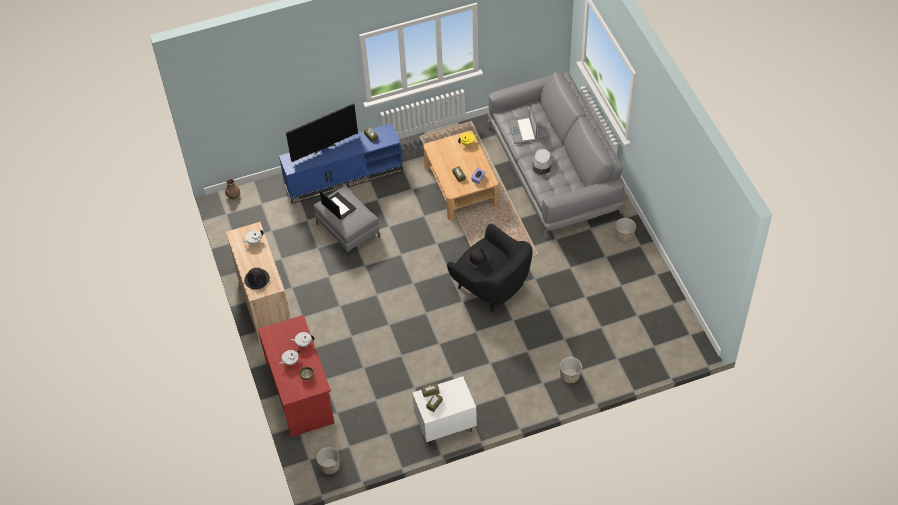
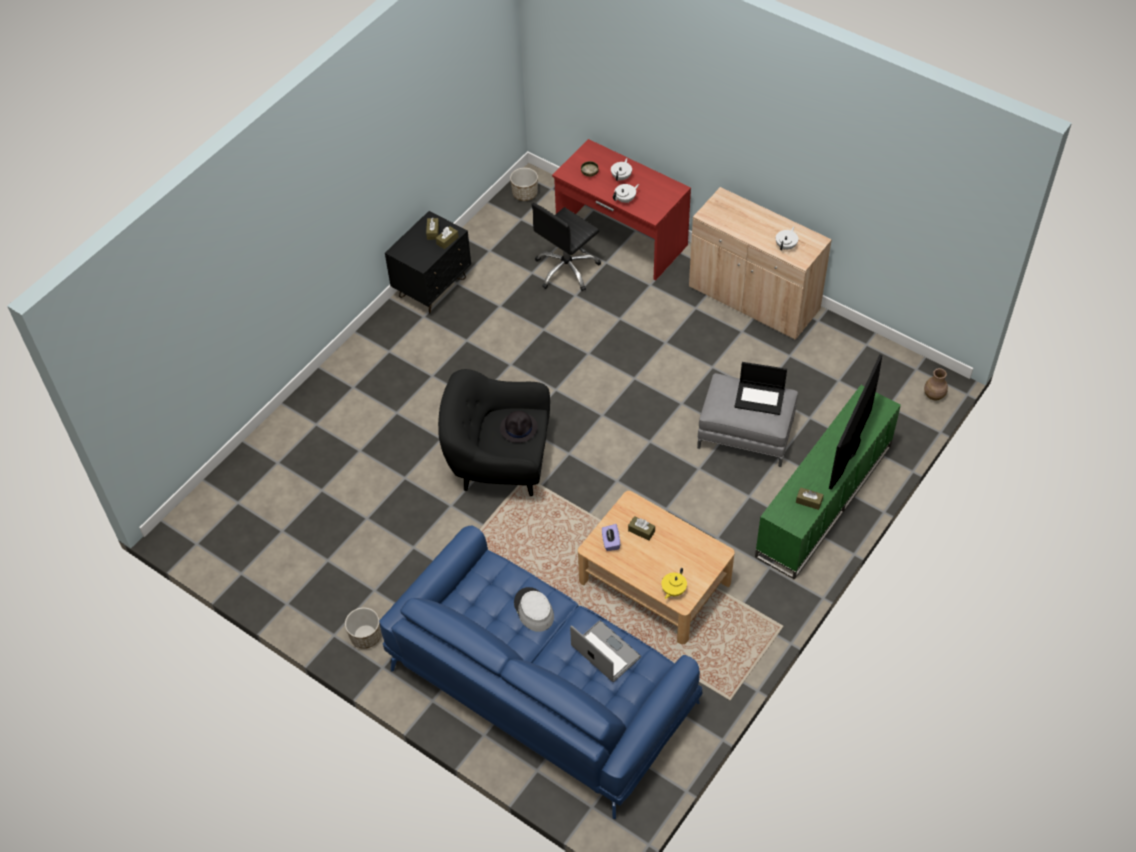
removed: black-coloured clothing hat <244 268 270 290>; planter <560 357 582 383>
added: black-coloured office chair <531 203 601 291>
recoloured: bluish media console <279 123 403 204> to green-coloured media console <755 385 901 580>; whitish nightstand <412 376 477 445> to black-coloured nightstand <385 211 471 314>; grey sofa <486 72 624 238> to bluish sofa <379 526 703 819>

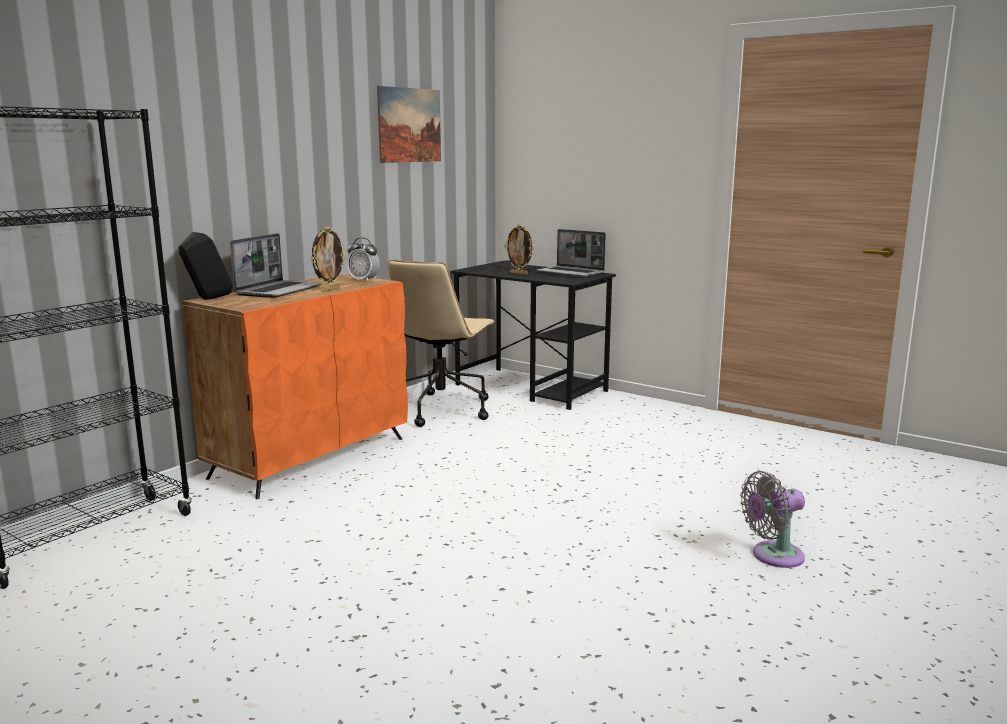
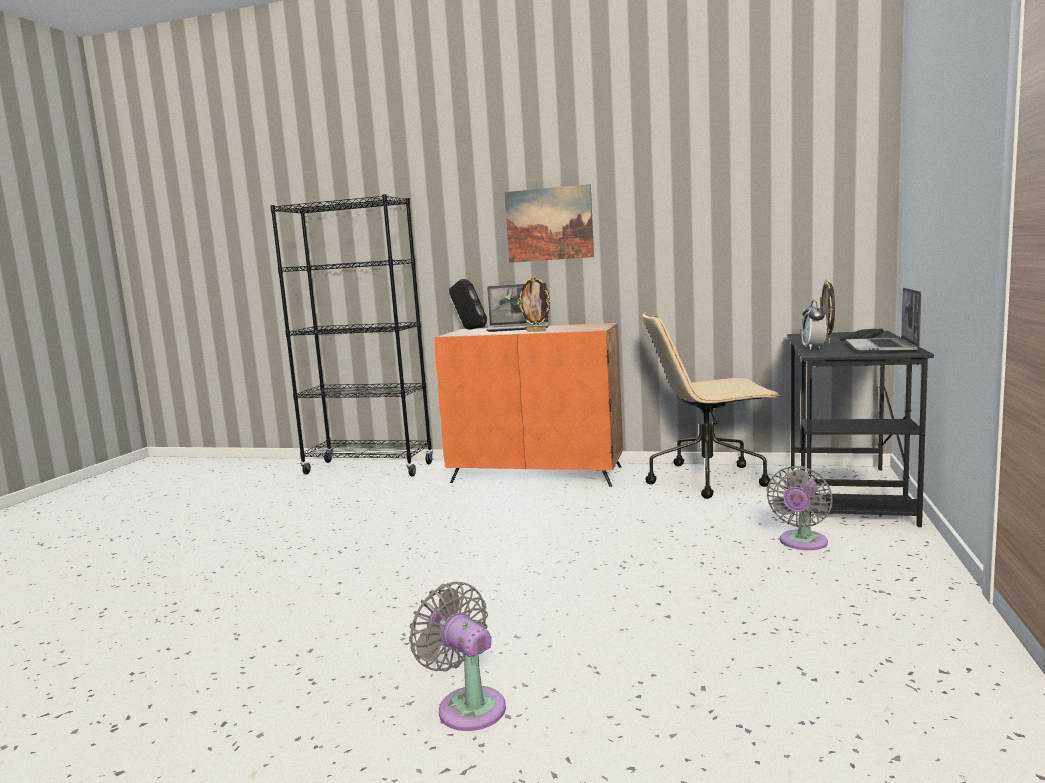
added: grey cooling fan <766 466 833 550>
moved: table clock <347 238 380 283> to <801 300 827 350>; picture <377 86 441 163> to <505 184 594 263>

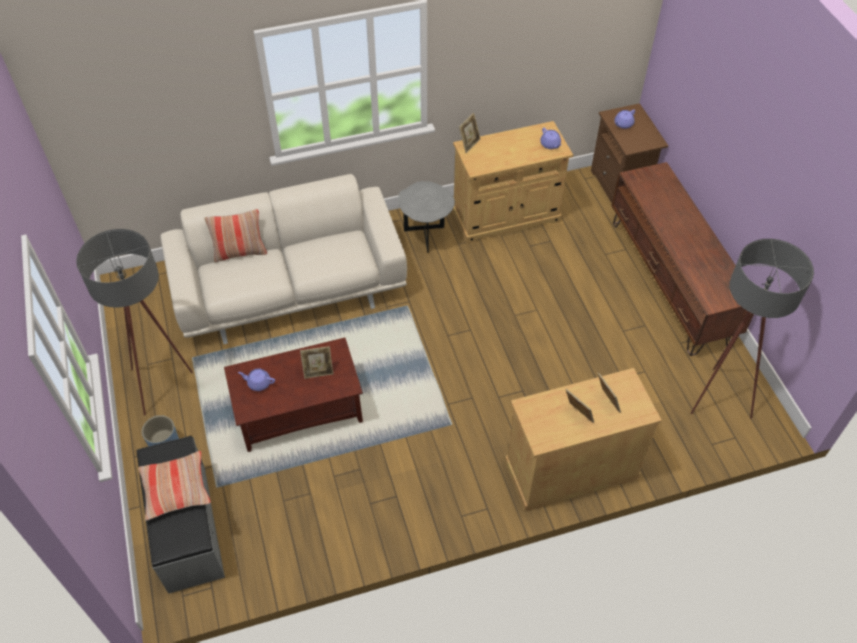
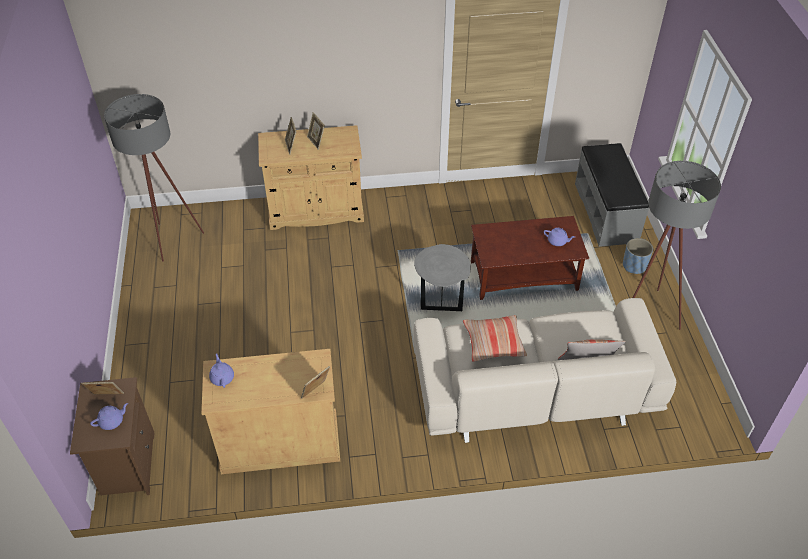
removed: brown-coloured media console <612 162 754 356>
moved: pillow <138 451 211 521> to <463 315 527 362>; picture frame <300 346 333 379> to <81 382 124 395>; grey side table <398 181 455 253> to <414 244 471 311>

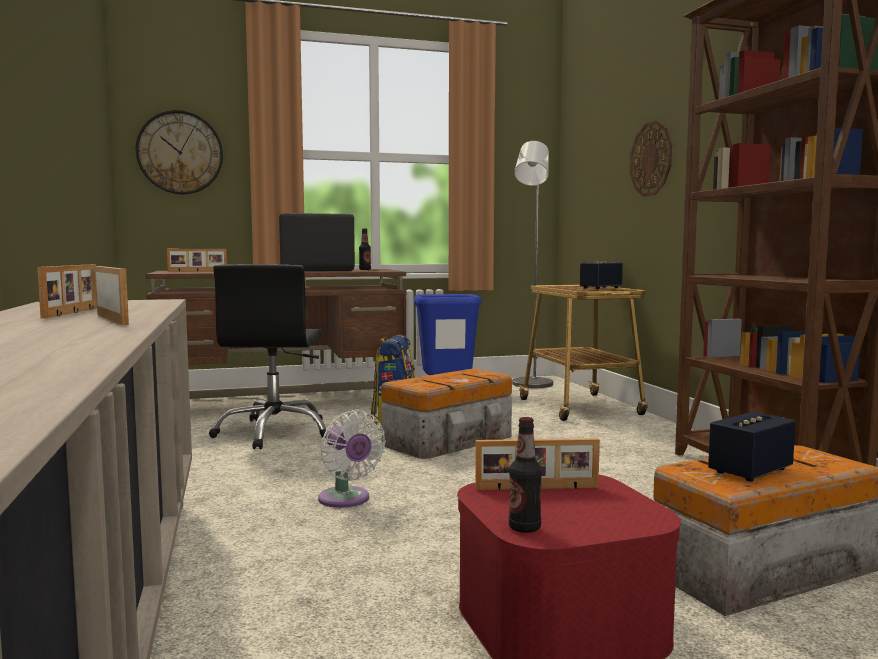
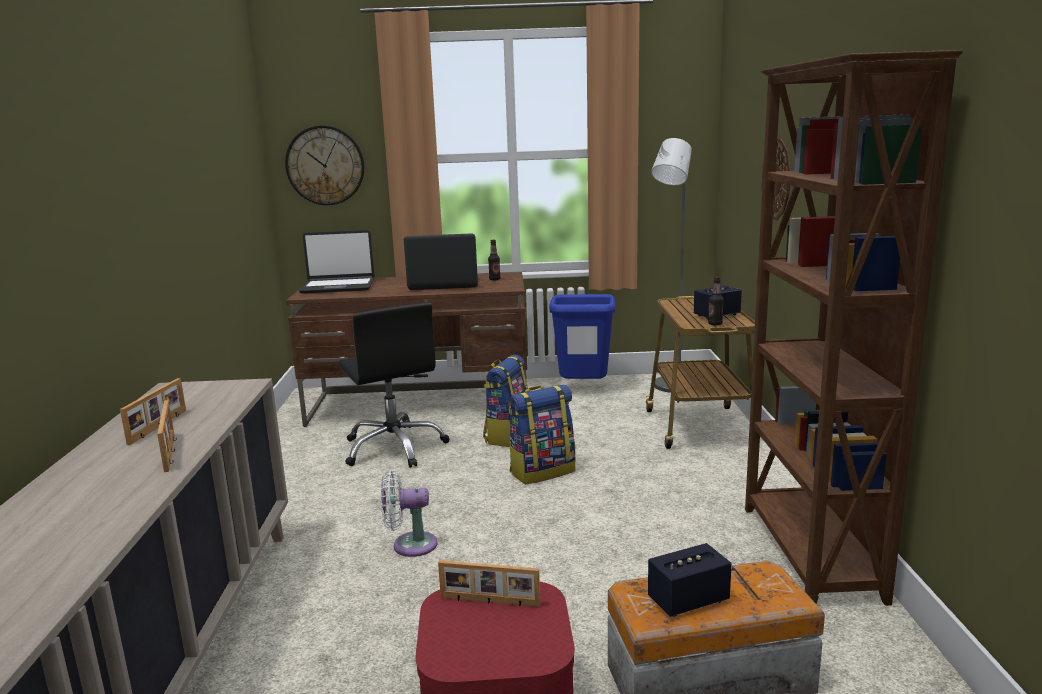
moved: beverage bottle <509 417 542 533> to <708 276 724 326>
replaced: picture frame <167 249 227 272> to portable computer <299 230 374 294>; storage bin <381 369 512 459> to rucksack <509 385 575 484>
turned: black-coloured office chair <209 264 326 449> = <338 303 450 468> 45 degrees counterclockwise; whitish cooling fan <318 410 386 508> = <381 470 437 557> 105 degrees clockwise

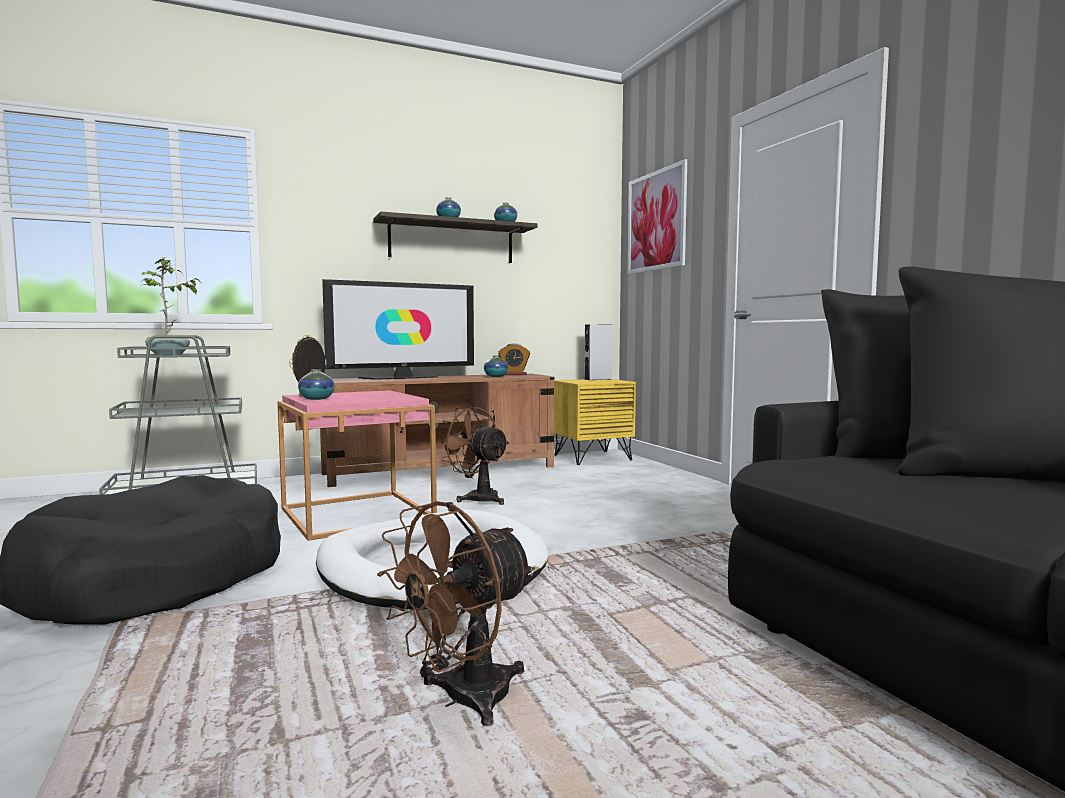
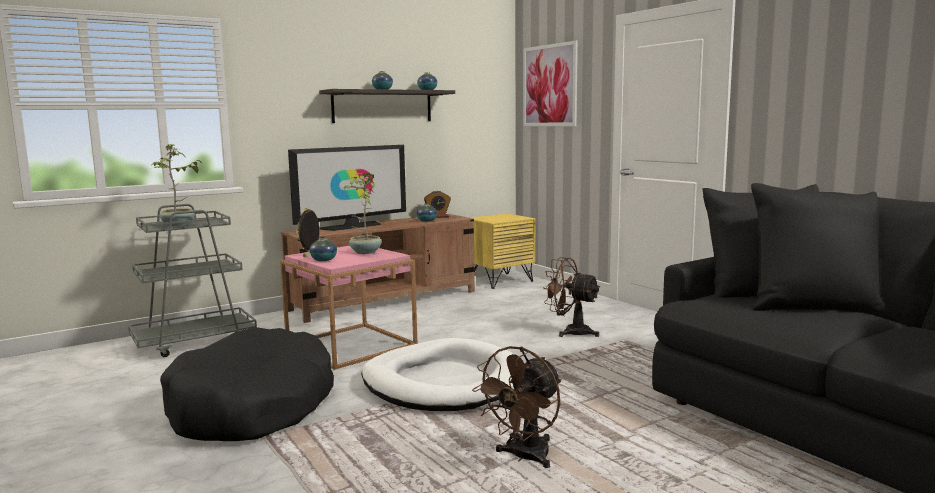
removed: grey speaker <584 324 612 380>
added: plant in a pot <342 173 381 254>
moved: brown-coloured cooling fan <437 407 509 505> to <543 257 600 337>

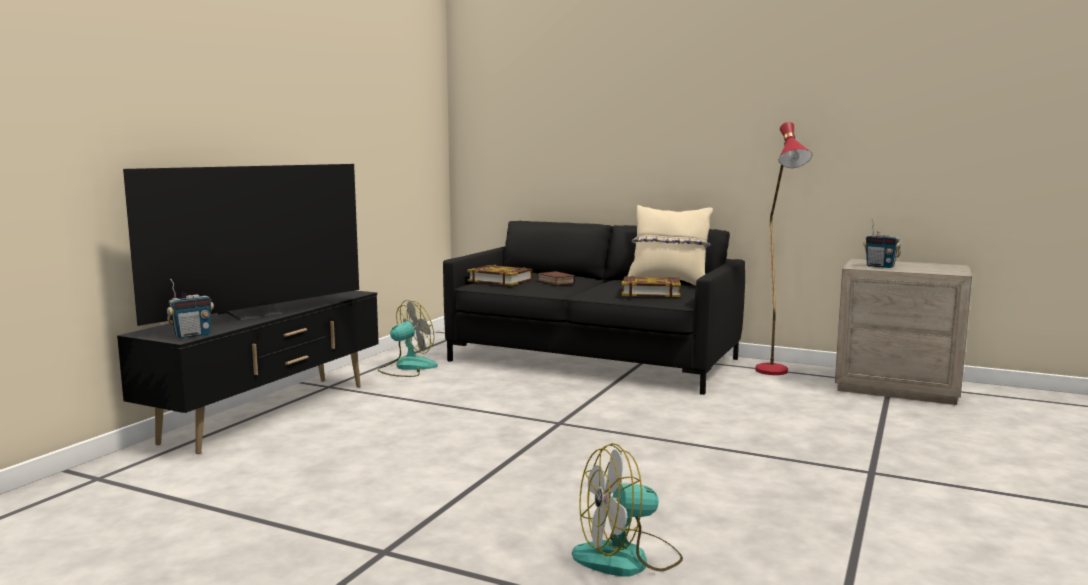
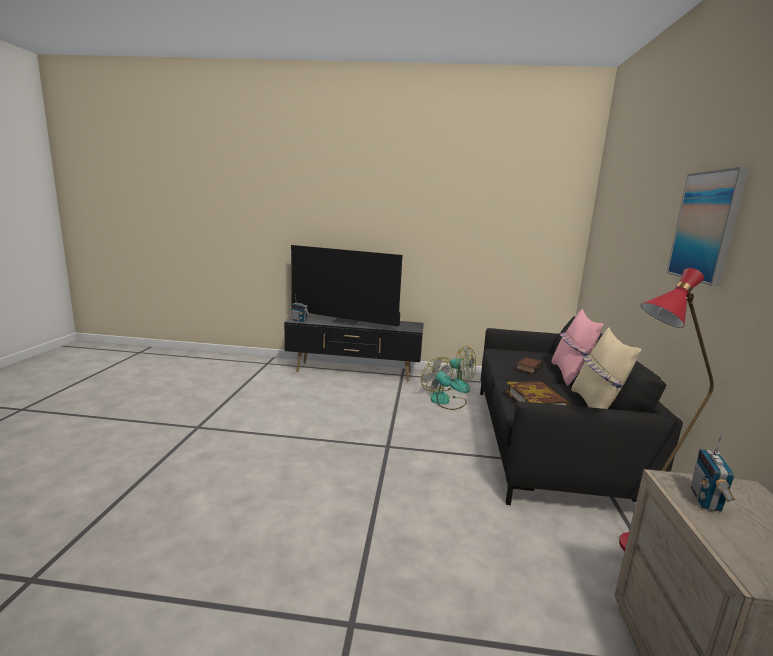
removed: volume <467 265 533 286>
added: pinkish pillow <551 309 604 386>; picture <666 167 749 286>
moved: cooling fan <572 443 683 577> to <421 357 467 410>

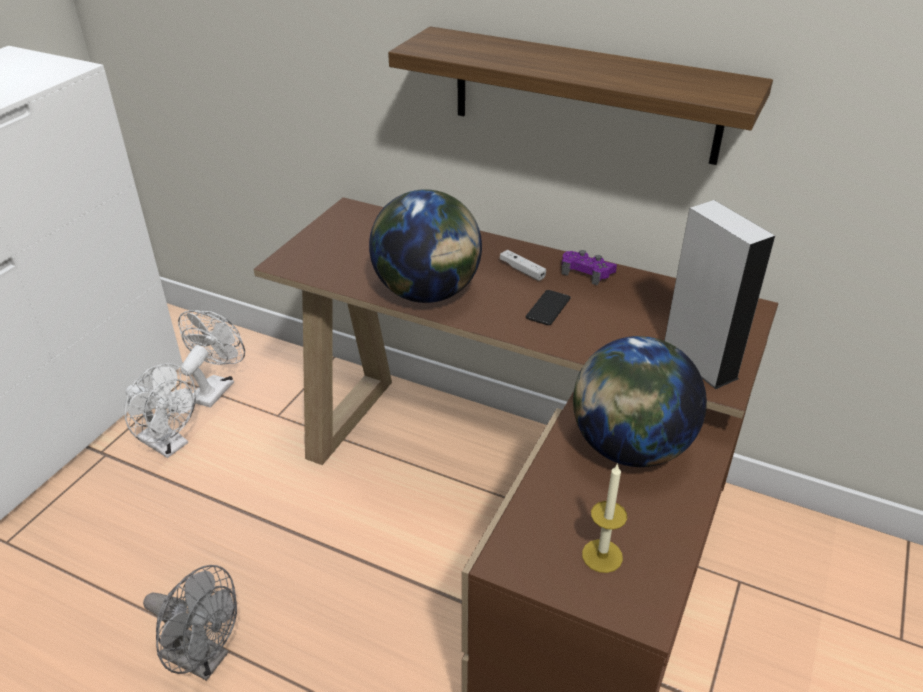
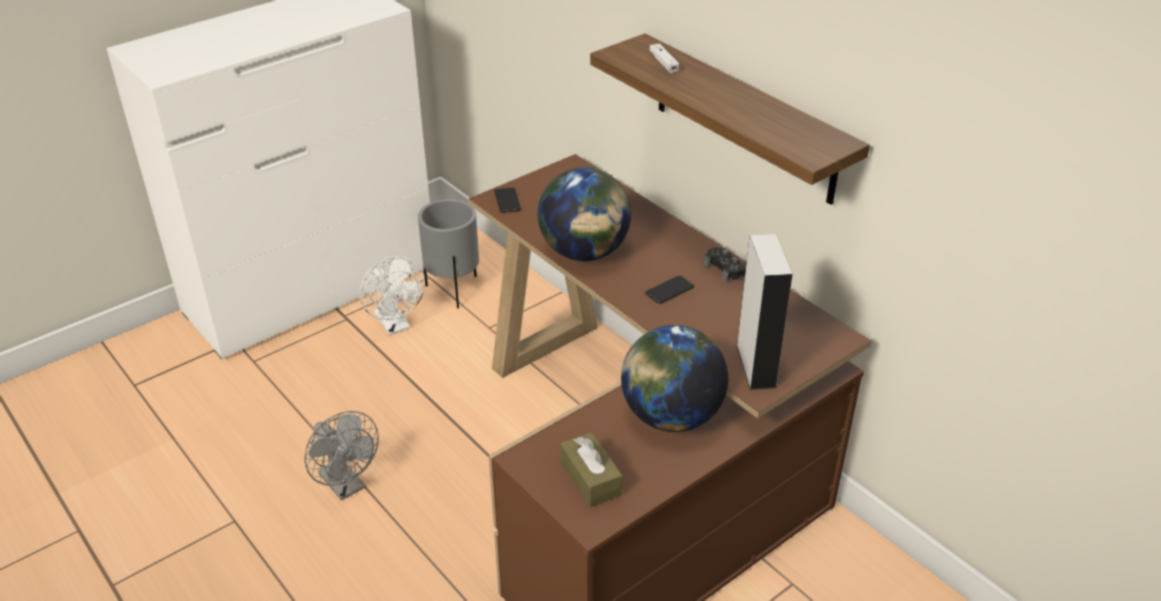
added: telephone <494 187 521 213>
moved: whitish game controller <500 250 546 281> to <650 44 679 73>
replaced: whitish cooling fan <178 310 245 408> to grey planter <418 199 479 309>; candle <582 463 627 573> to brown-coloured tissue box <560 432 623 508>
recoloured: purple game controller <562 250 617 286> to black-coloured game controller <703 247 746 283>

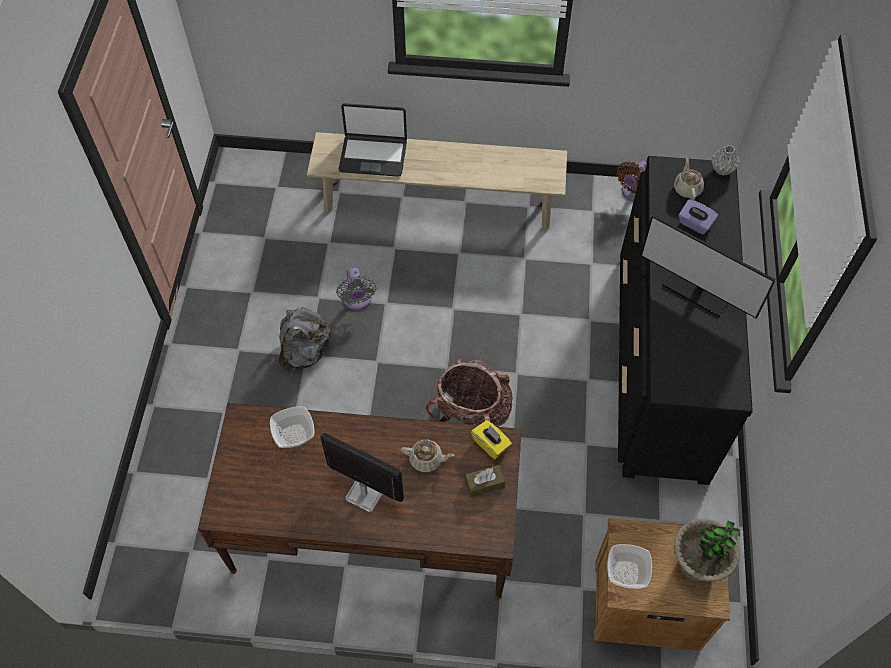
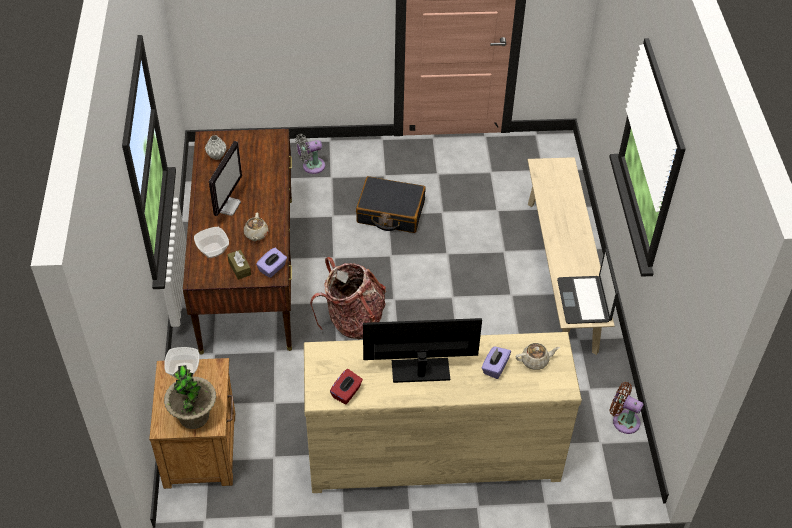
added: red-coloured tissue box <330 369 363 404>
moved: serving bowl <270 406 315 448> to <194 227 229 258>; grey cooling fan <336 267 377 310> to <296 134 325 174>; portable computer <339 103 407 177> to <557 249 618 324>; grey vase <712 145 740 176> to <205 135 227 160>
replaced: grey rucksack <279 307 332 372> to black-coloured travel case <356 176 426 233>
recoloured: yellow tissue box <471 420 512 460> to purple tissue box <256 248 287 278>; black-coloured dresser <618 156 753 485> to sand-coloured dresser <304 332 582 493>
turned: monitor <641 215 776 319> = <363 318 482 383> 60 degrees clockwise

